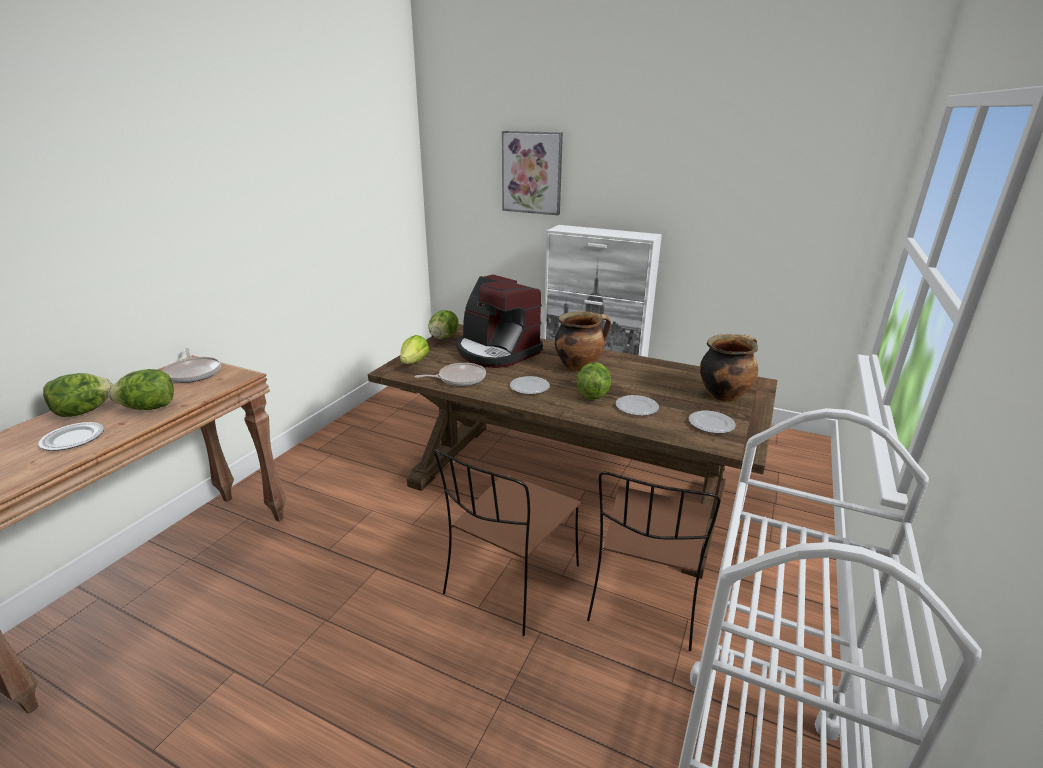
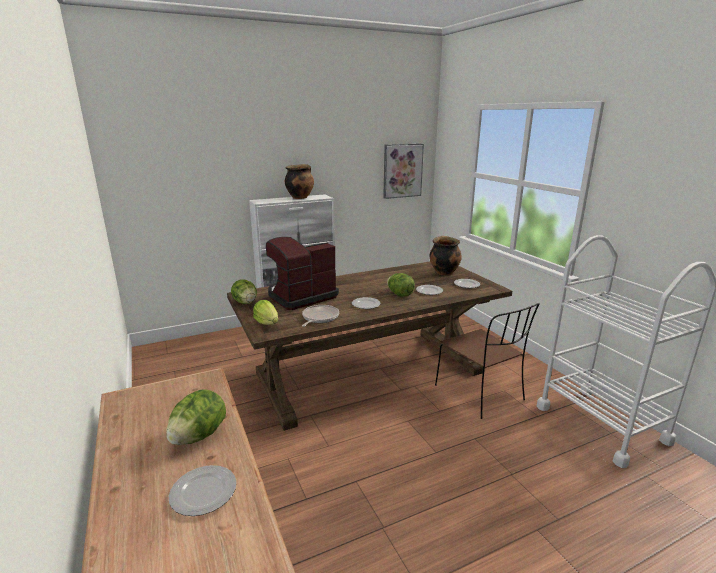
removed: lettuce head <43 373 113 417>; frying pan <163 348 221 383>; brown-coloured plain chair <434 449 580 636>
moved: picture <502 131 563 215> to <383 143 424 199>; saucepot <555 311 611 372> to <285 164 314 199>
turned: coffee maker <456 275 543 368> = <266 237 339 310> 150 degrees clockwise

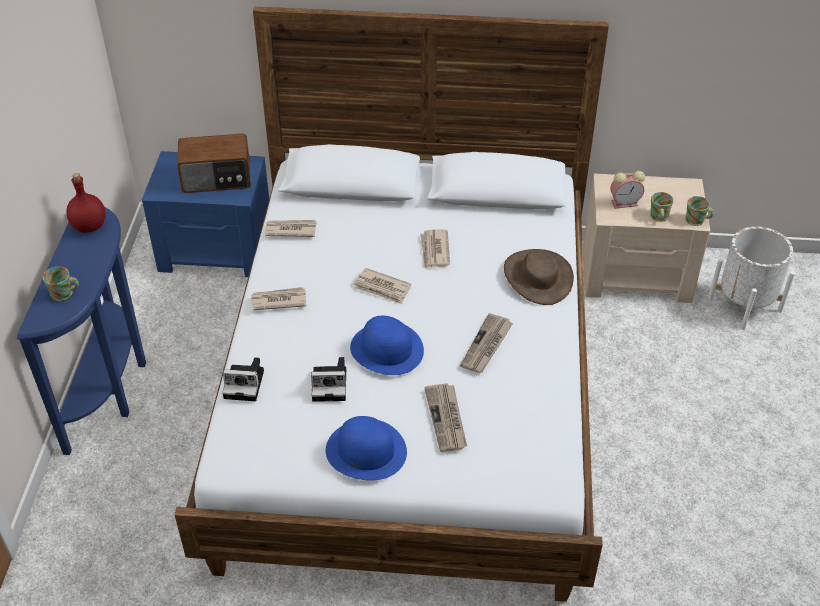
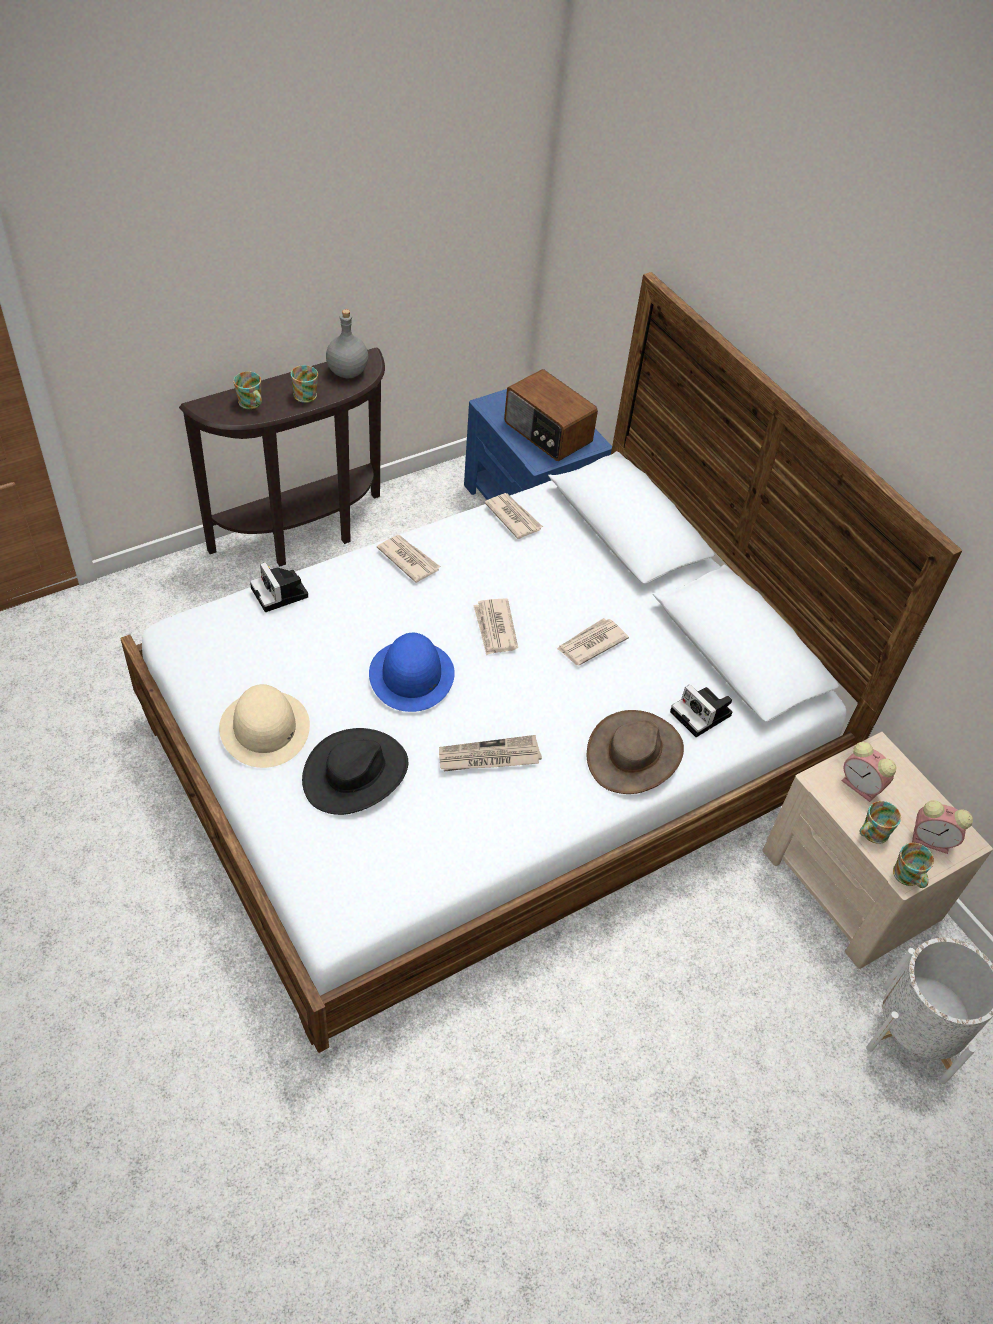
added: tea mug <291 365 318 403>; table clock <912 800 973 854>
moved: still camera <311 357 346 402> to <670 684 732 737>
replaced: printed paper <424 383 467 452> to black-coloured clothing hat <302 728 408 815>
recoloured: bluish narrow table <17 207 146 455> to brown-coloured narrow table <179 347 385 567>; red-coloured beverage bottle <66 173 106 233> to grey beverage bottle <326 309 368 378>; bluish clothing hat <326 416 407 481> to sand-coloured clothing hat <219 684 310 768>

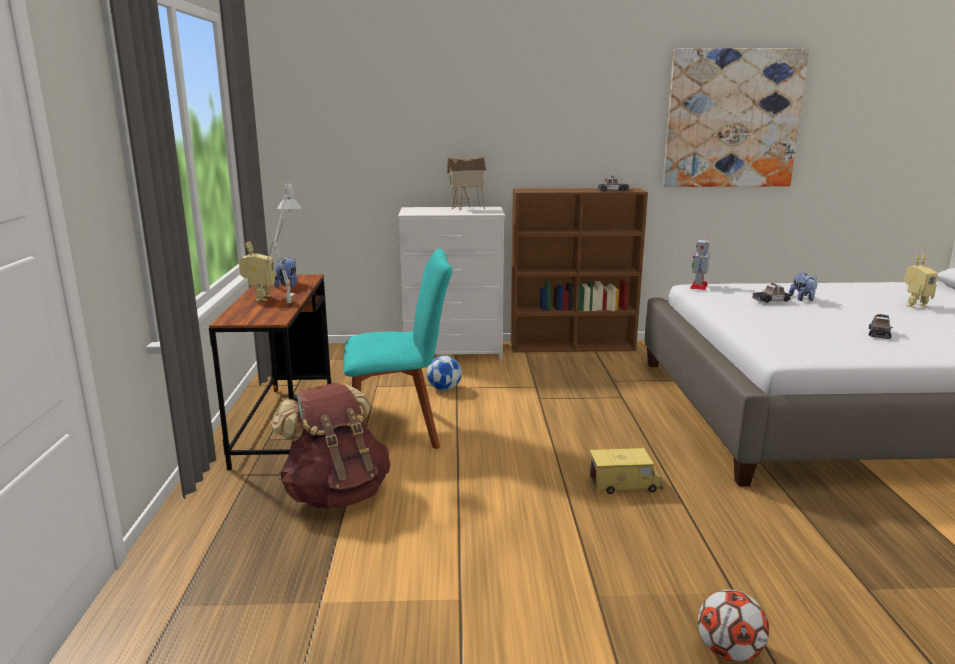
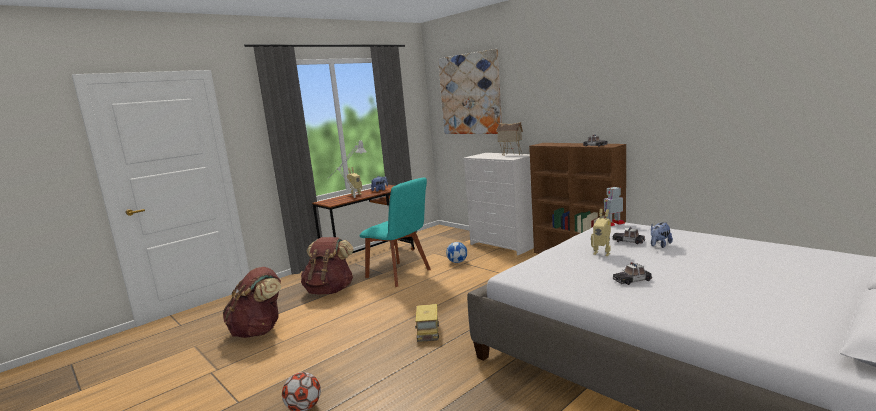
added: brown-coloured rucksack <223 267 281 338>
moved: picture <663 48 809 187> to <438 49 502 134>; robot figure <904 254 938 309> to <591 209 611 256>
turned: toy truck <589 448 664 494> = <415 304 439 342> 45 degrees clockwise

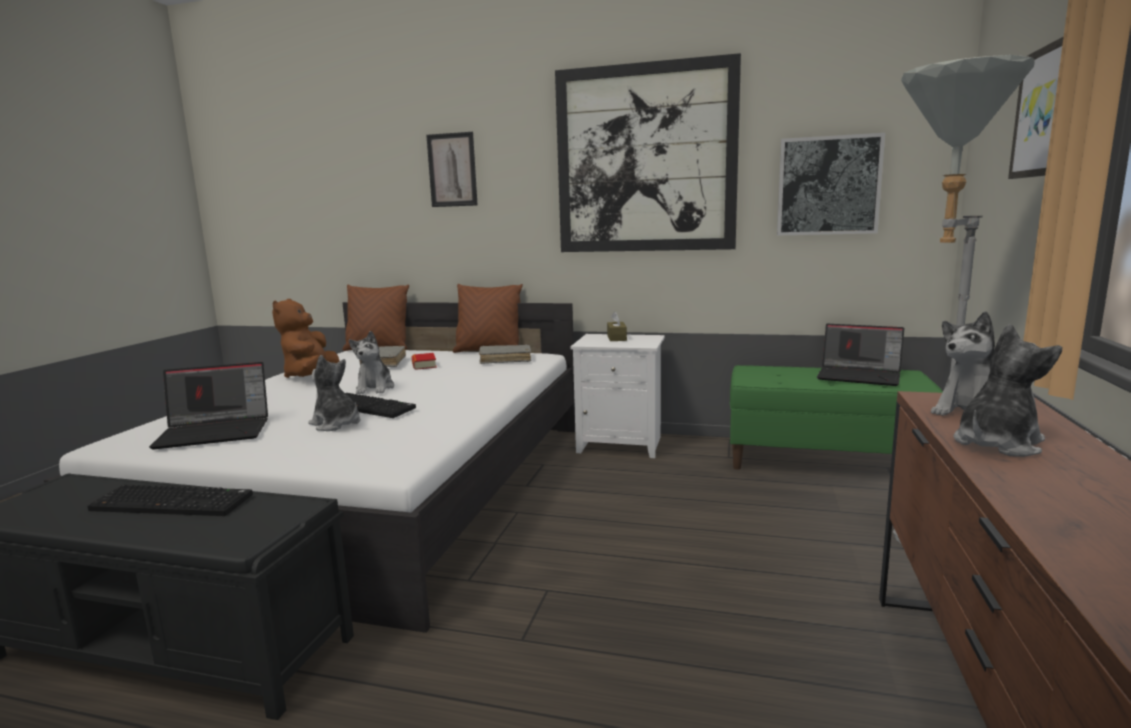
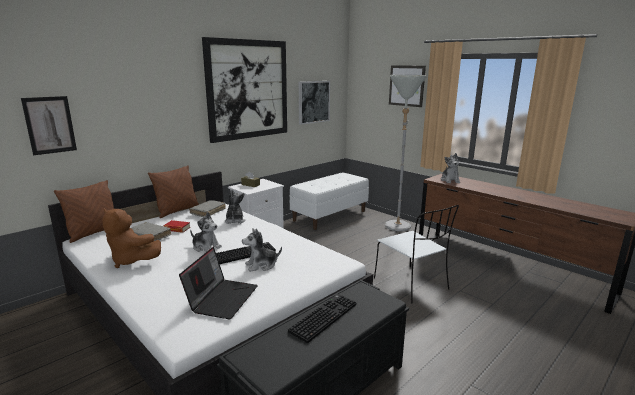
removed: portable computer <817 324 904 386>
added: whitish plain chair <374 205 459 303>
moved: picture <426 132 477 207> to <21 96 77 155>; soft toy <953 324 1062 457> to <225 189 245 224>
recoloured: green-coloured long seat <730 365 943 469> to whitish long seat <289 172 369 230>

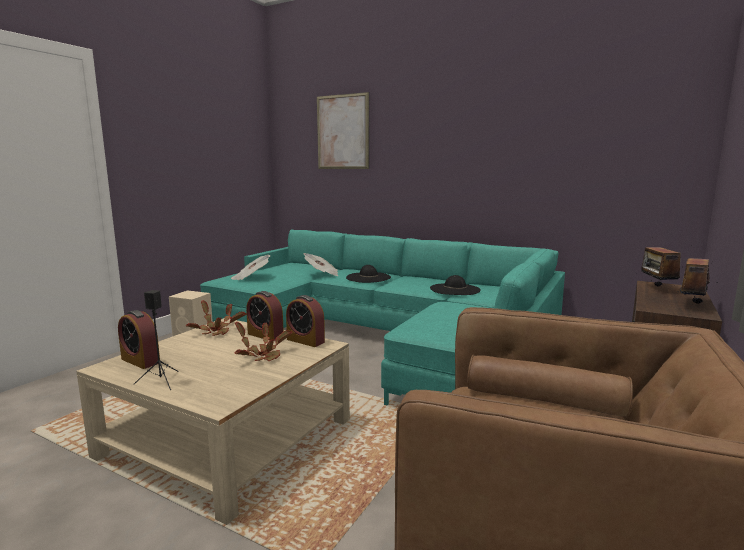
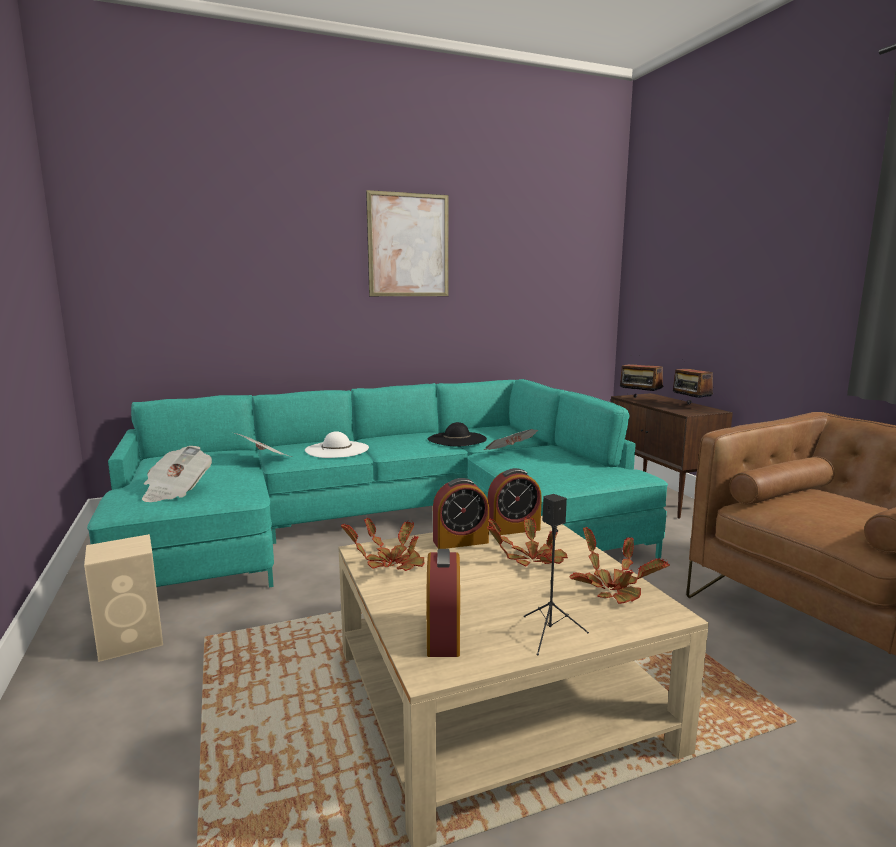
added: printed paper <483 429 538 450>; plant in a pot <570 527 670 604>
moved: picture <317 92 369 169> to <366 190 449 296>
recoloured: black-coloured clothing hat <346 265 391 283> to whitish clothing hat <305 431 369 458>
turned: table clock <118 310 160 369> = <426 549 460 657> 75 degrees counterclockwise

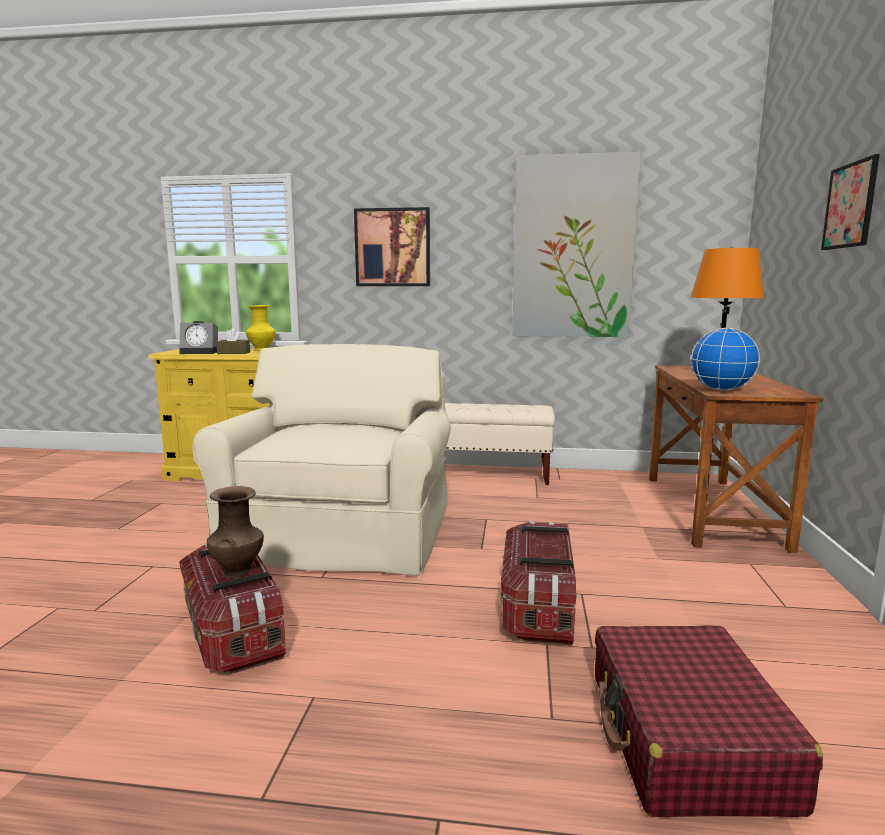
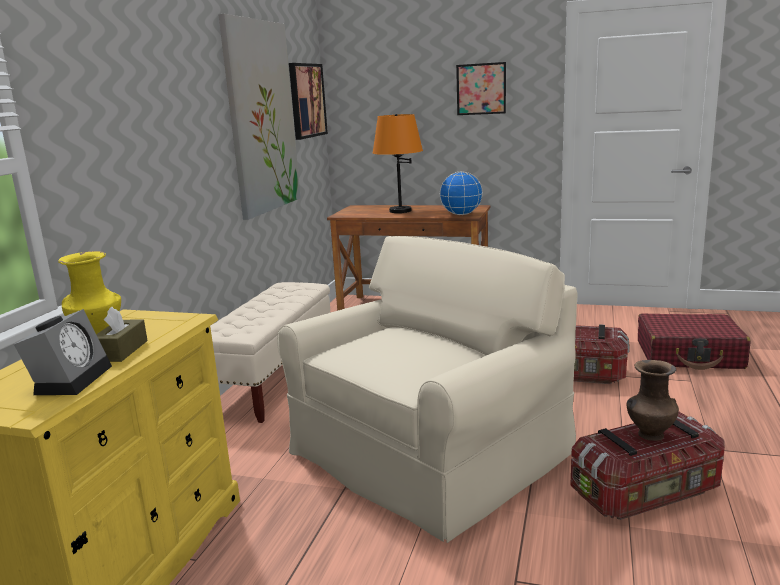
moved: picture <354 207 430 286> to <289 63 328 140>
turned: sand-coloured lounge chair <192 344 451 575> = <277 236 578 543> 120 degrees clockwise

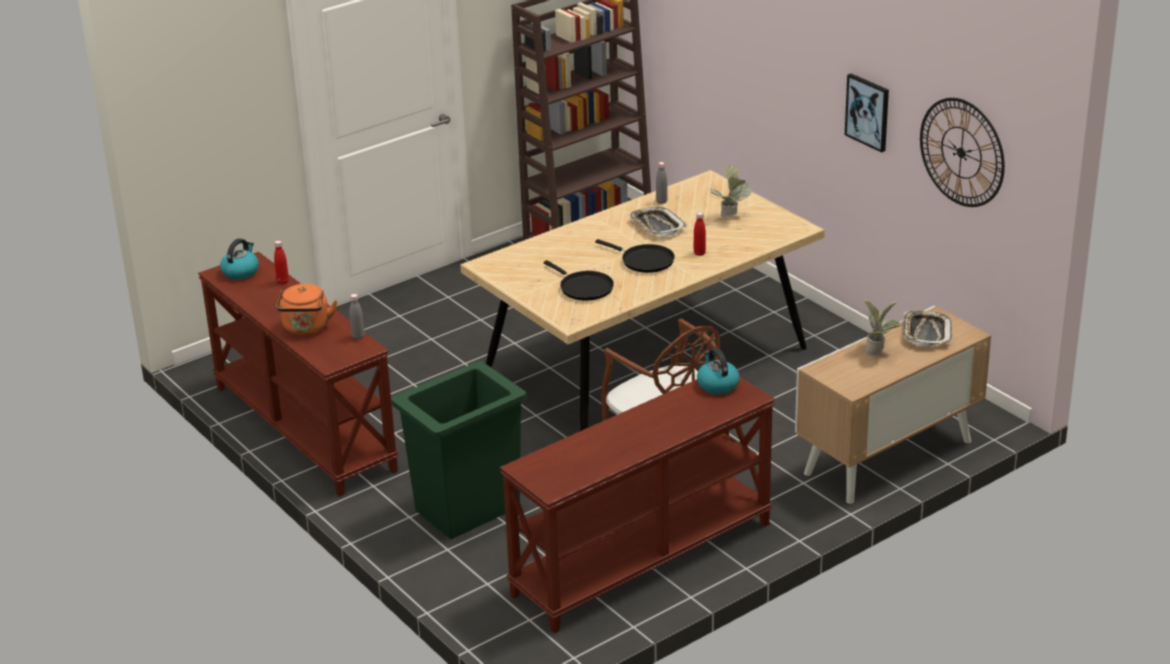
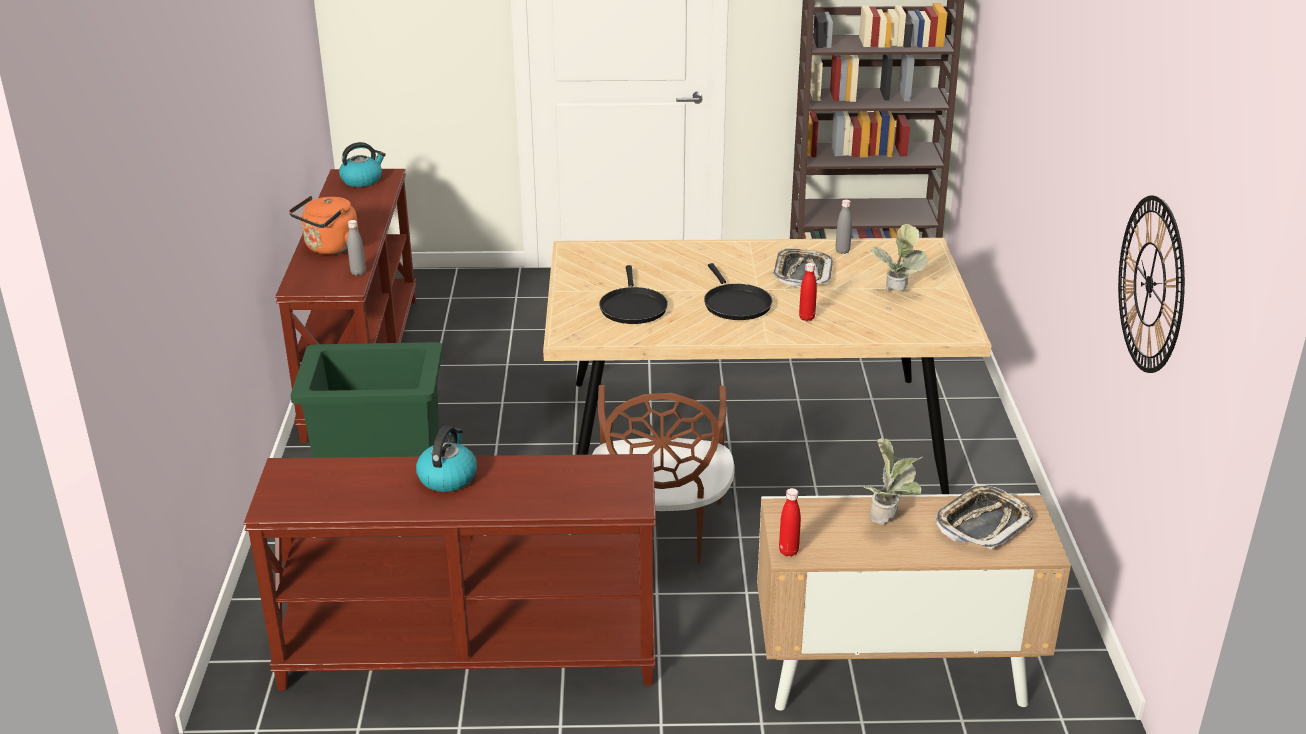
removed: picture <845 74 889 153>
moved: red-coloured beverage bottle <274 241 289 285> to <779 488 801 557>; water kettle <697 348 739 394> to <416 426 477 492>

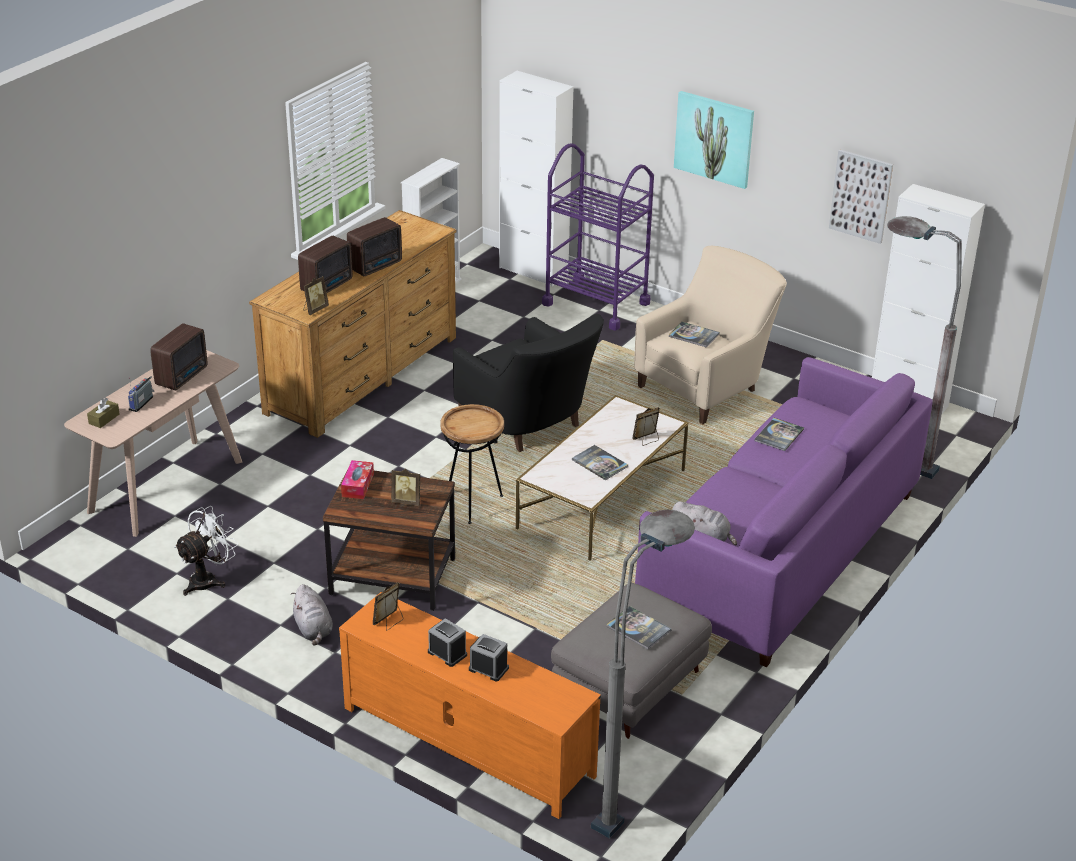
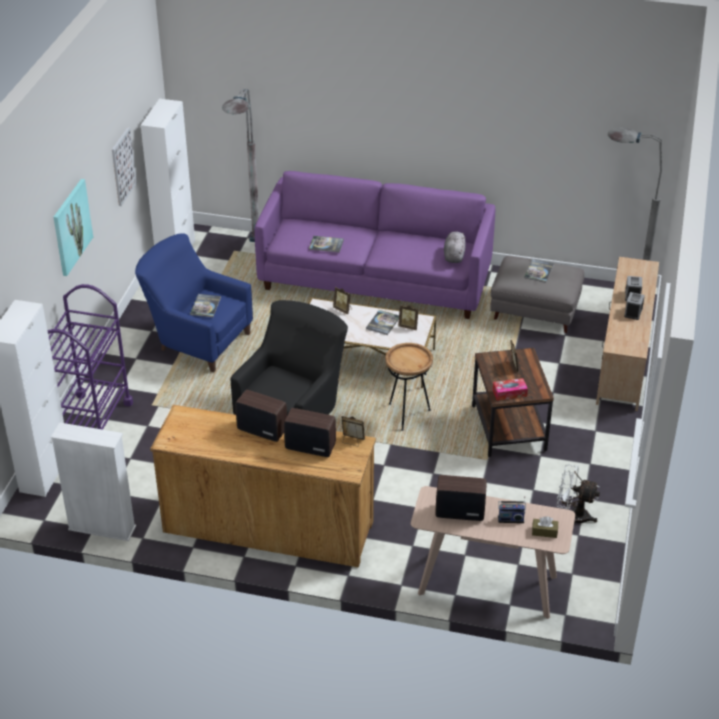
removed: grey soft toy <291 584 333 646>
moved: picture frame <373 582 404 631> to <398 305 419 330>
recoloured: orange media console <339 592 601 819> to sand-coloured media console <596 257 659 411>; sand-coloured lounge chair <634 246 787 424> to bluish lounge chair <135 233 253 372>

